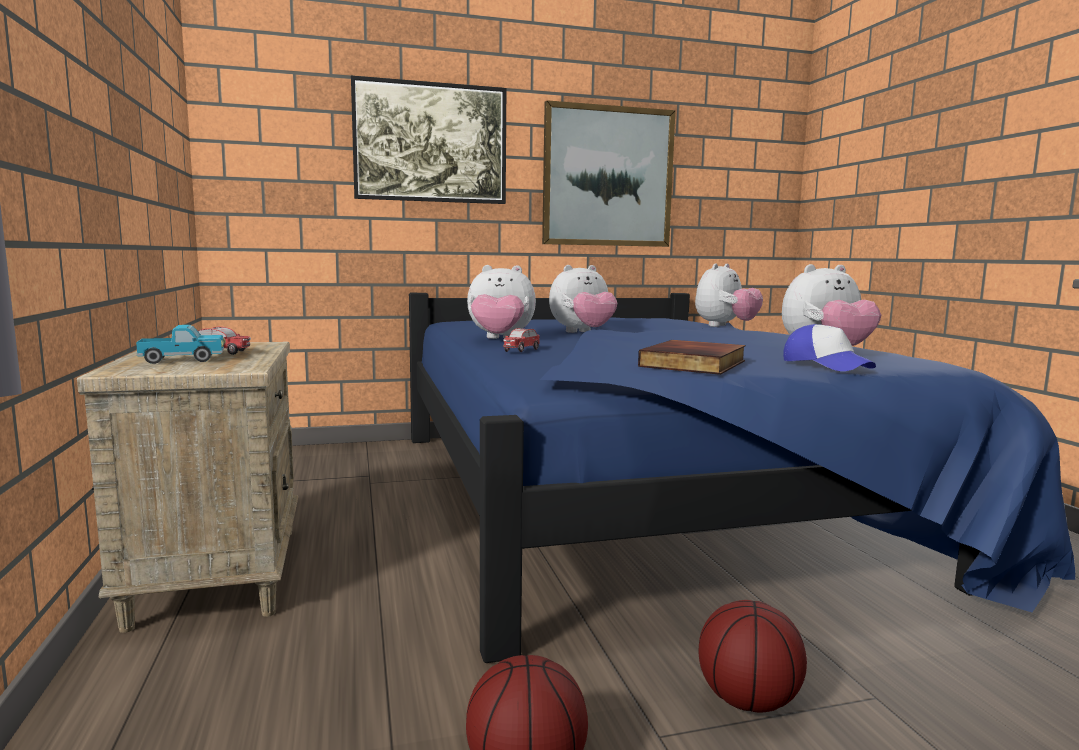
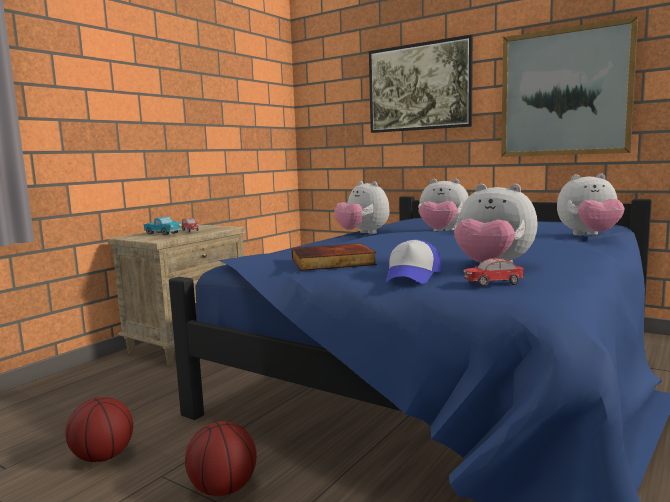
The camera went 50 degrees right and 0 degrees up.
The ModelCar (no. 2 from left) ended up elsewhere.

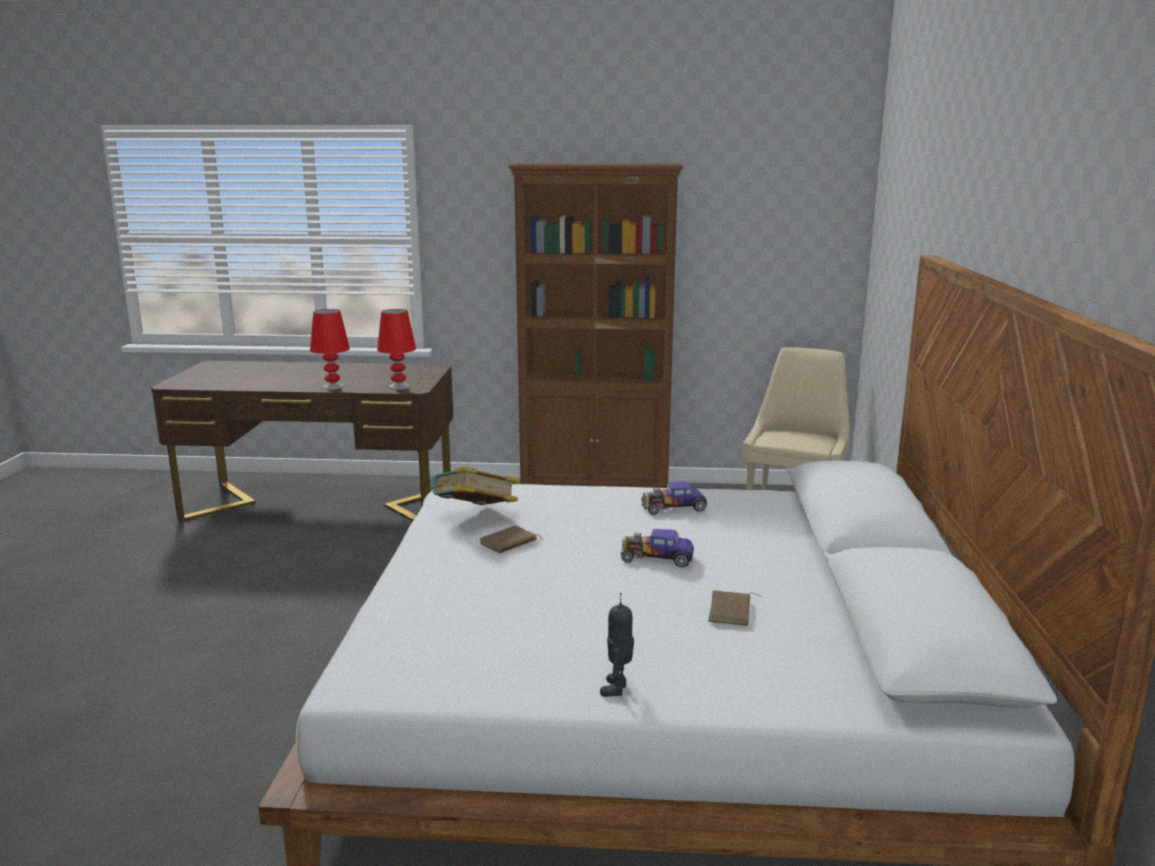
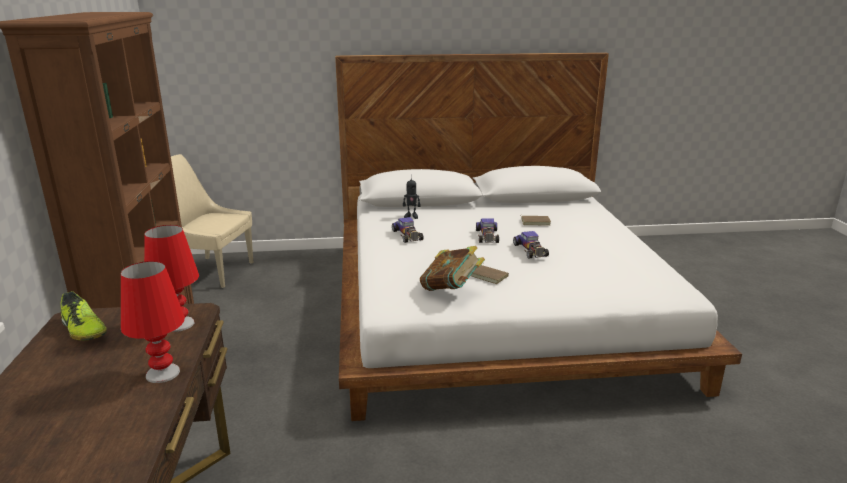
The camera went 100 degrees left and 5 degrees up.
The second view gained the LowShoe.
The second view gained the ModelCar (no. 3 from left).
The ModelRobot ended up elsewhere.

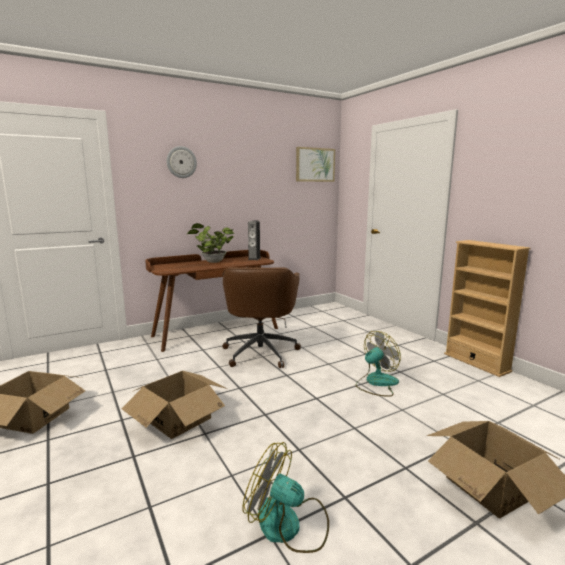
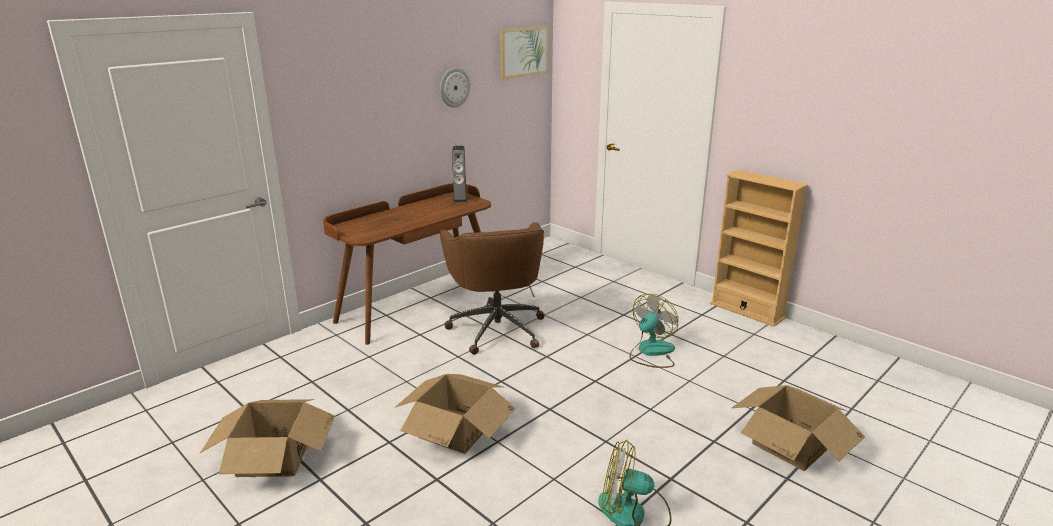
The camera went 15 degrees left and 10 degrees up.
The second view lost the Houseplant.
The WallClock ended up elsewhere.

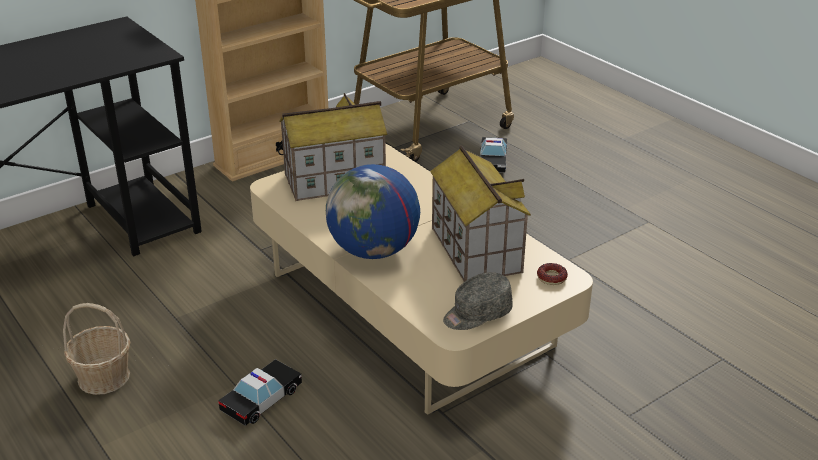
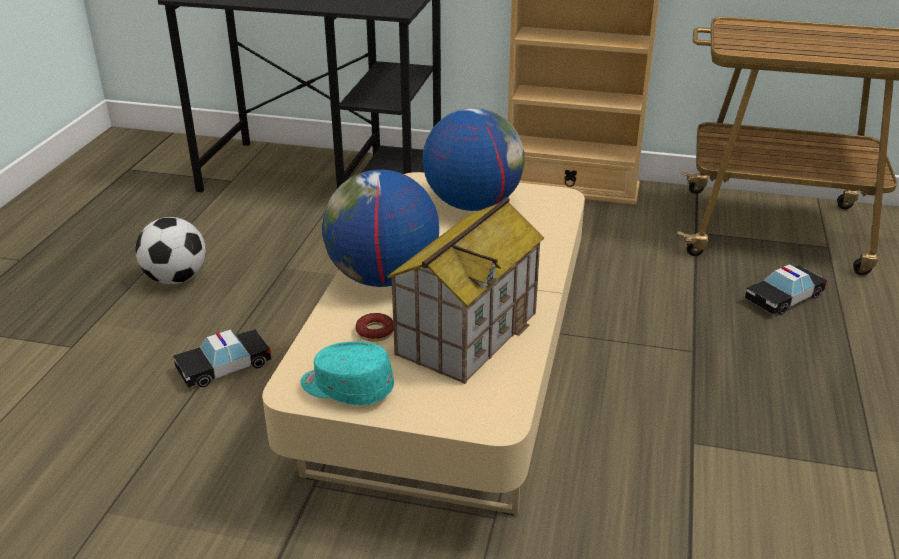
The camera went 50 degrees right and 0 degrees up.
The Donut ended up elsewhere.
Where the StorageBasket stood, the Football came to stand.
Where the ToyHouse (no. 1 from left) stood, the DeskGlobe (no. 2 from left) came to stand.
What was the GreyPeakedCap turned into the TurquoiseColouredPeakedCap.
The ModelCar (no. 1 from left) ended up facing another way, 150 degrees clockwise from before.

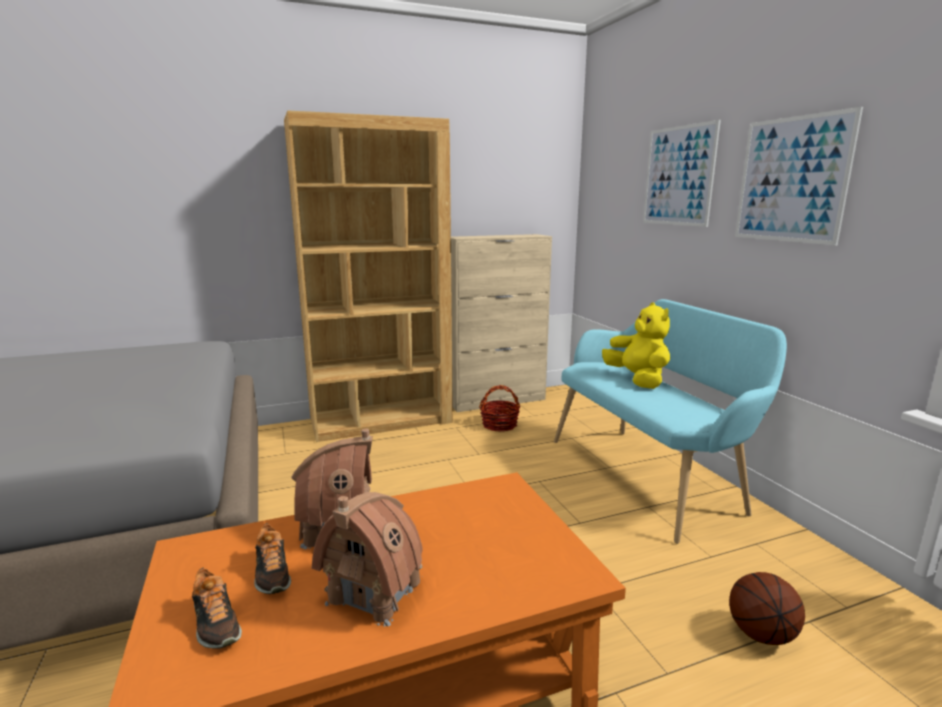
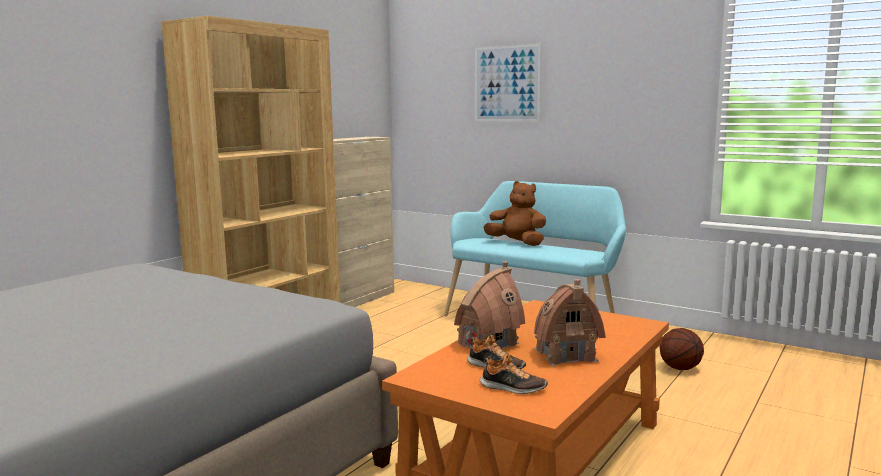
The camera went 35 degrees left and 5 degrees down.
The second view lost the StorageBasket.
The second view lost the WallArt (no. 2 from left).
What was the YellowColouredPlushToy turned into the BrownishPlushToy.

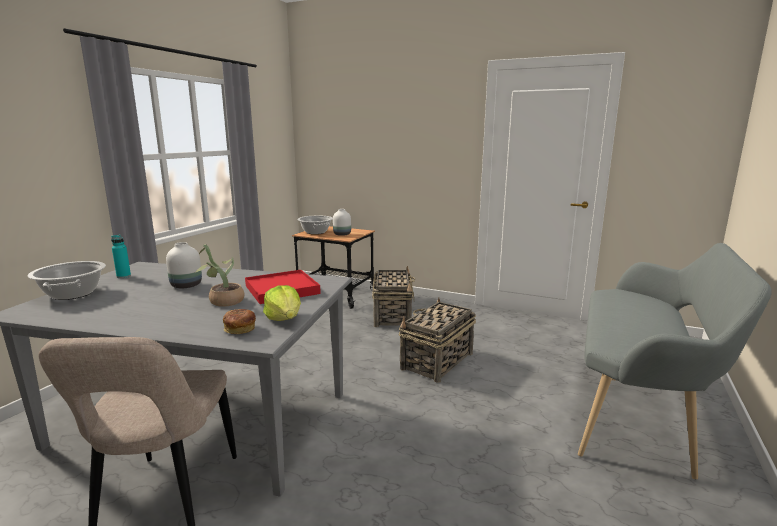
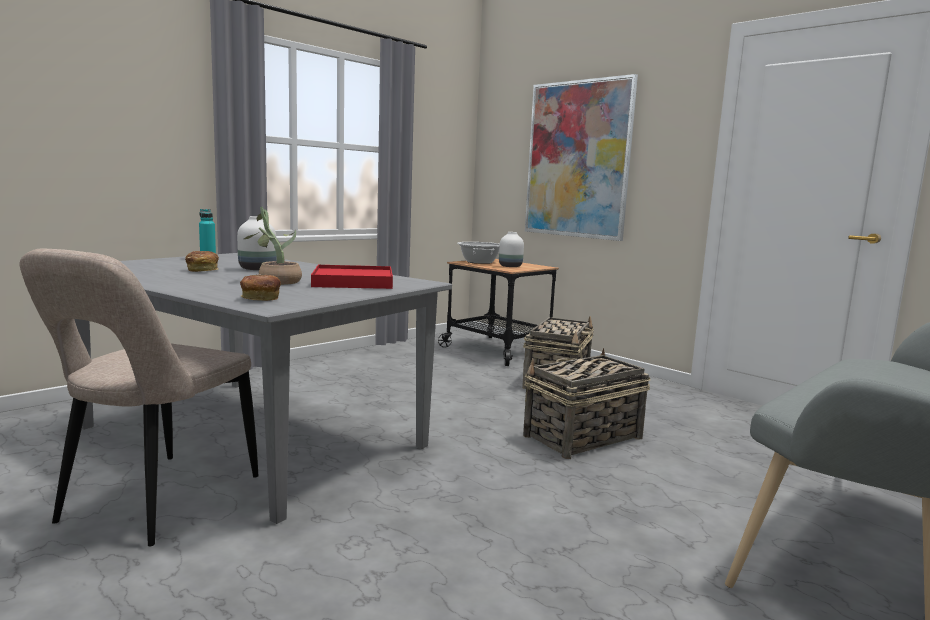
The camera went 20 degrees right and 5 degrees down.
The second view lost the CookingPot (no. 1 from left).
The second view lost the LettuceHead.
The second view gained the BakedBread (no. 1 from left).
The second view gained the WallArt.

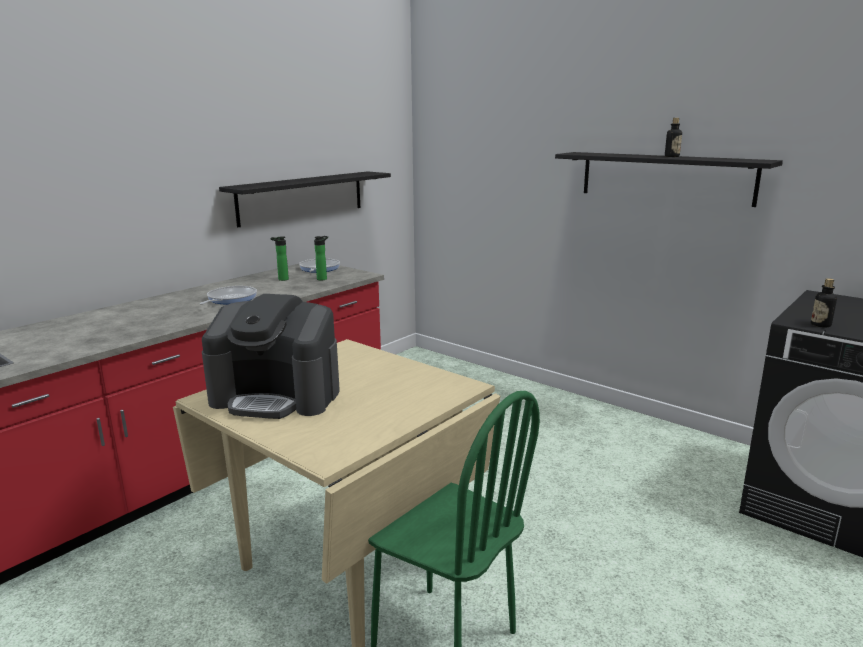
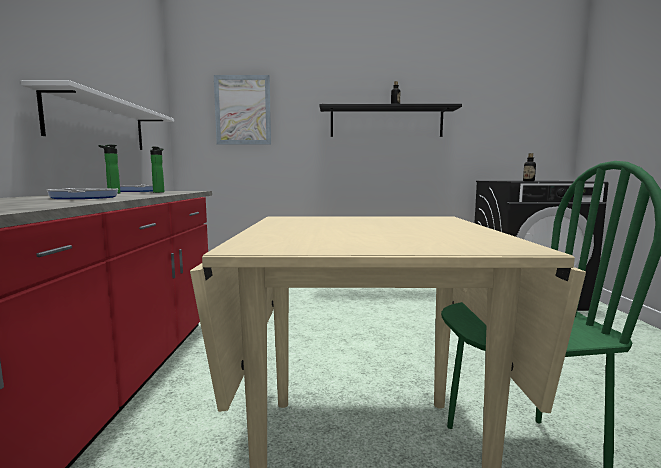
The camera went 40 degrees left and 10 degrees down.
The second view lost the CoffeeMaker.
The second view gained the WallArt.
What was the BlackBracketShelf (no. 1 from left) turned into the WhiteColouredBracketShelf.

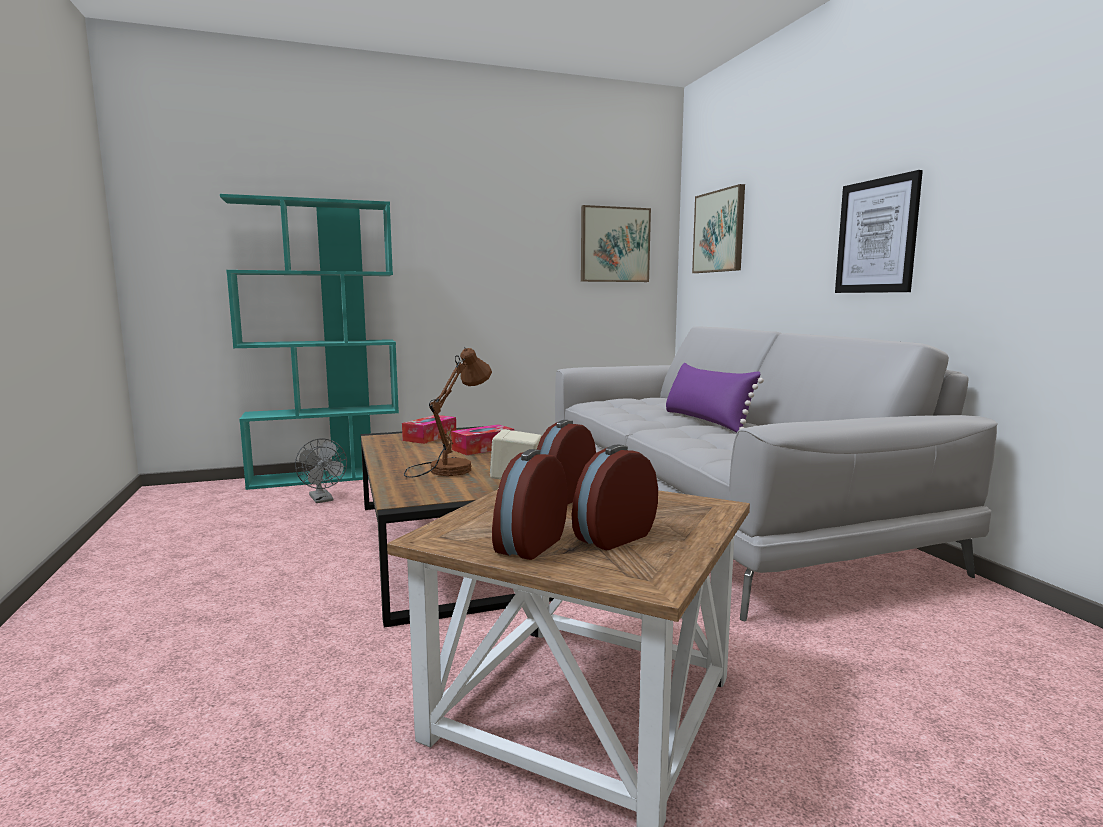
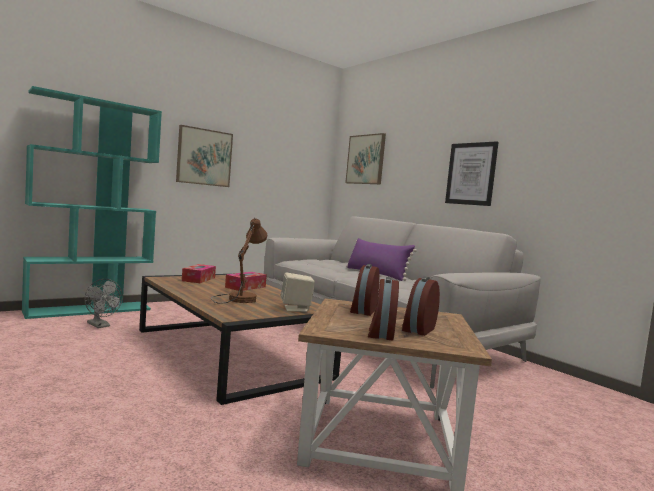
The camera went 20 degrees left and 5 degrees down.
The WallArt (no. 1 from left) ended up elsewhere.

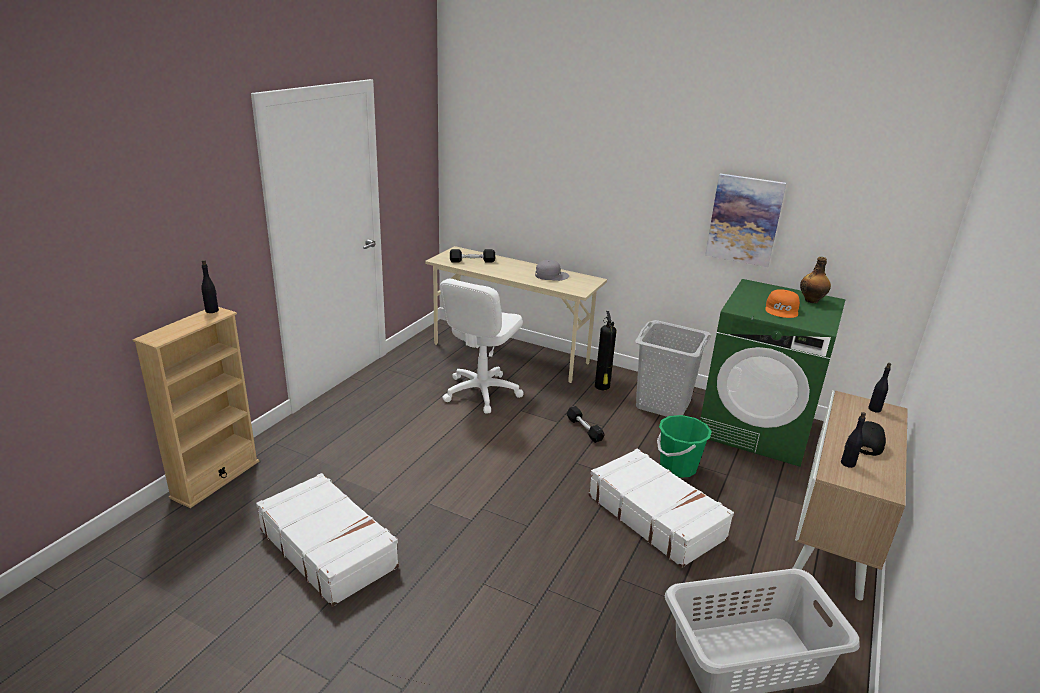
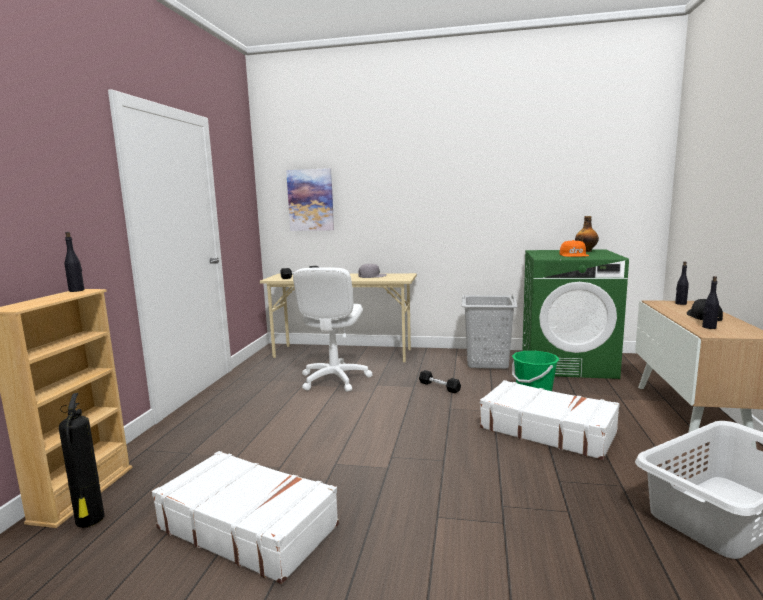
The camera went 15 degrees left and 15 degrees down.
The Extinguisher ended up elsewhere.
The WallArt ended up elsewhere.

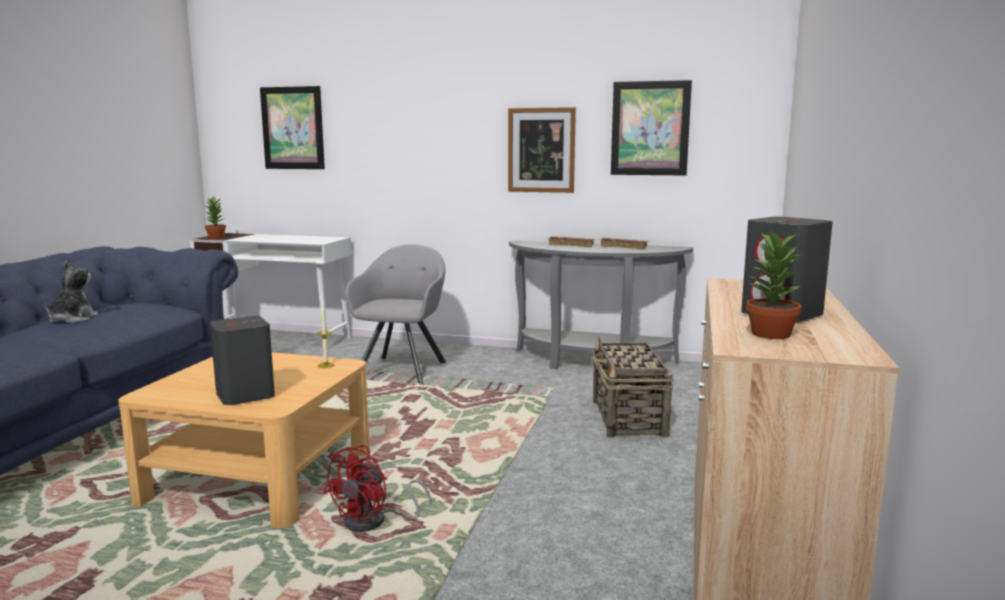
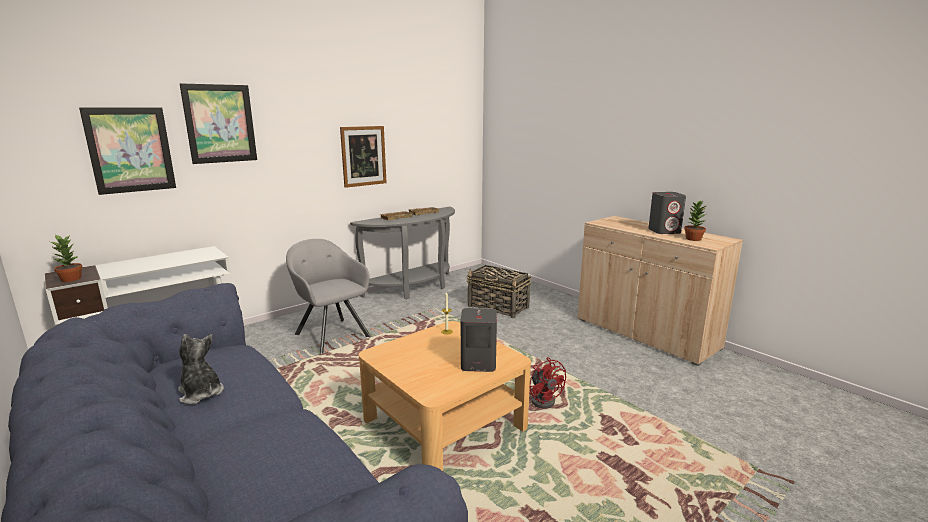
The camera went 55 degrees left and 5 degrees up.
The WallArt (no. 3 from left in the first image) ended up elsewhere.

